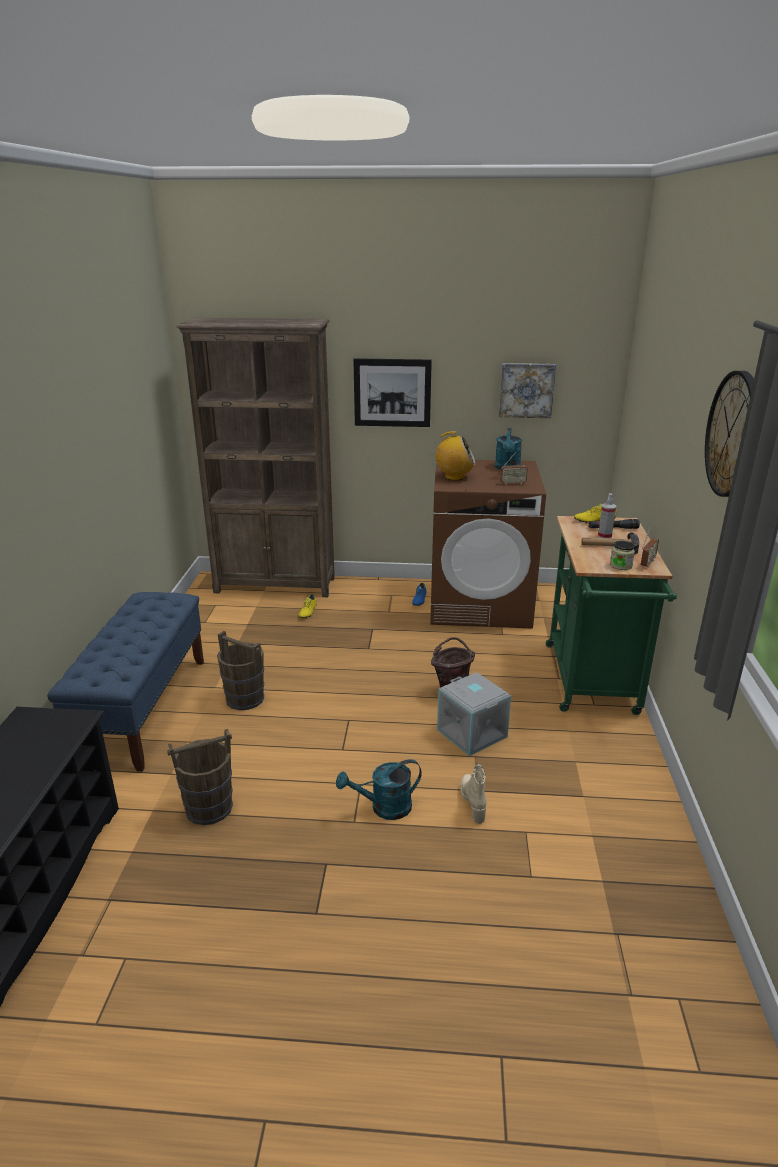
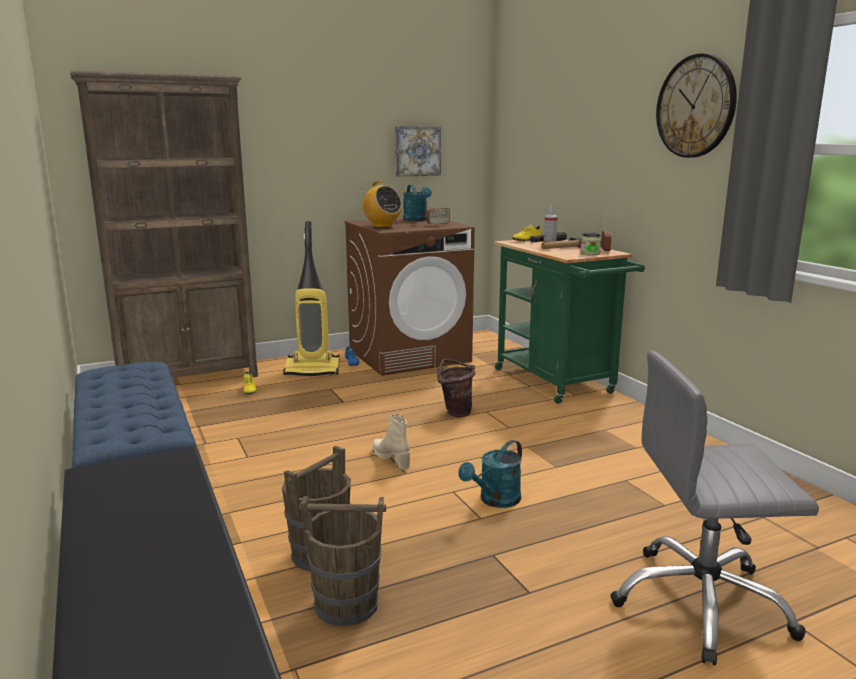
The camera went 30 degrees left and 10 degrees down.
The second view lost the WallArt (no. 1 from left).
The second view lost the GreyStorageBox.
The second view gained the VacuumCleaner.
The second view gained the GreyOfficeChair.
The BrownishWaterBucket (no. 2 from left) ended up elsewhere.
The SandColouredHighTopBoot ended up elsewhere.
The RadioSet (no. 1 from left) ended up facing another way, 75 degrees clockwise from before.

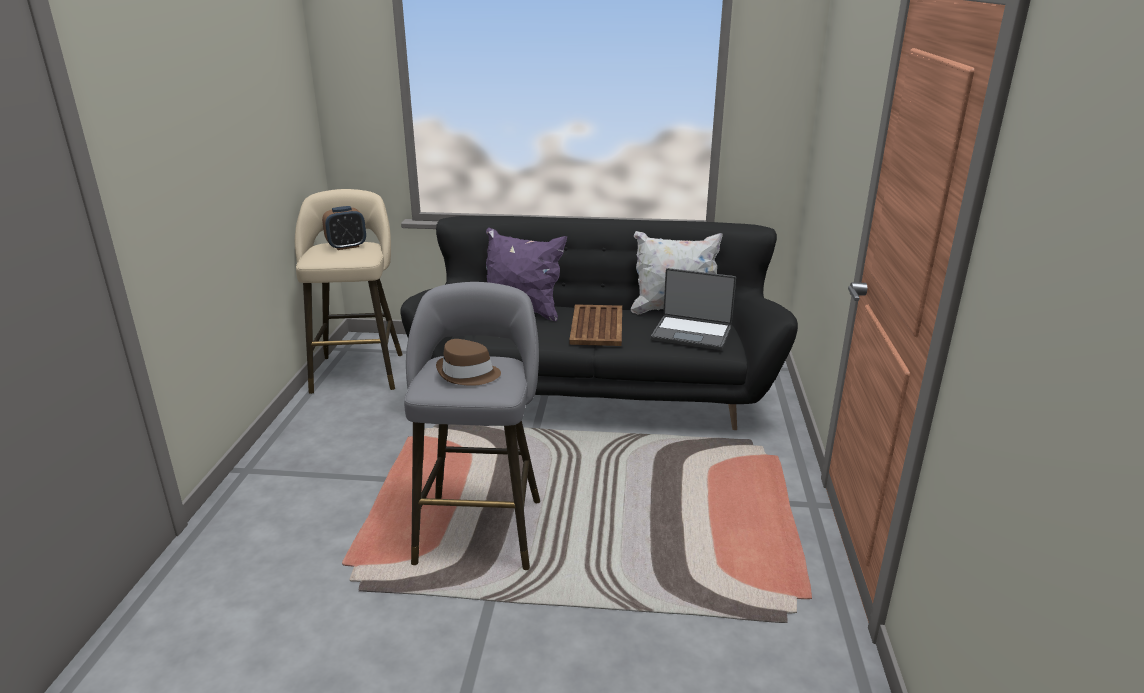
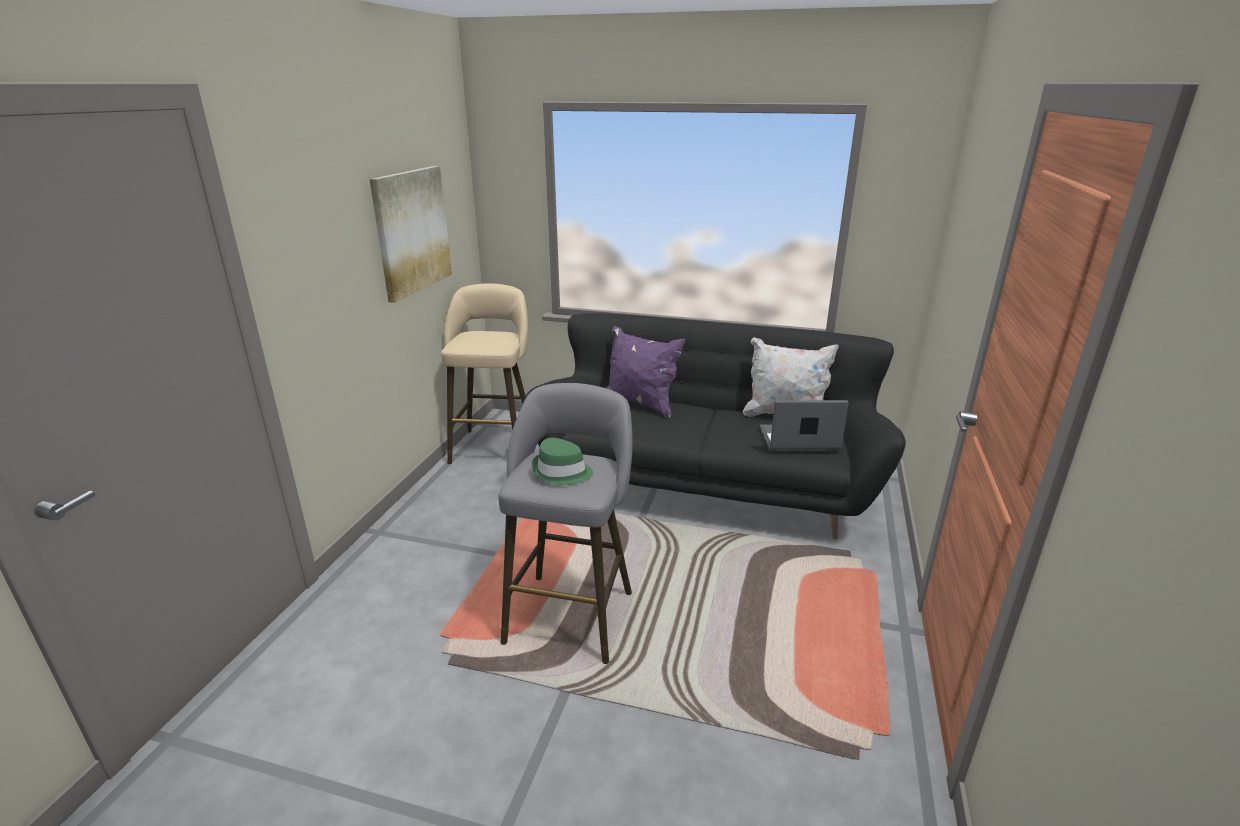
The camera went 10 degrees right and 0 degrees up.
The second view lost the BedsideClock.
The second view lost the BrownishTray.
The second view gained the WallArt.
What was the BrownishHat turned into the GreenColouredHat.
The PortableComputer ended up facing another way, 150 degrees clockwise from before.

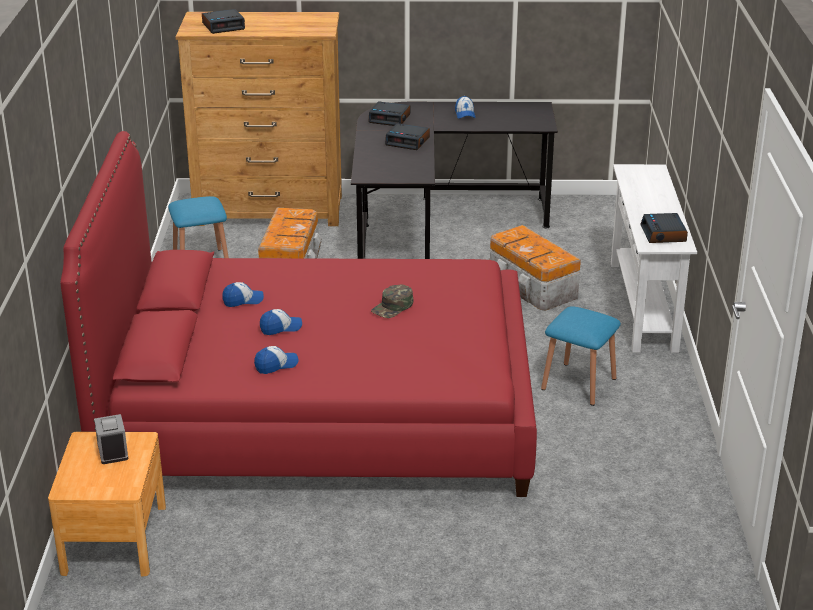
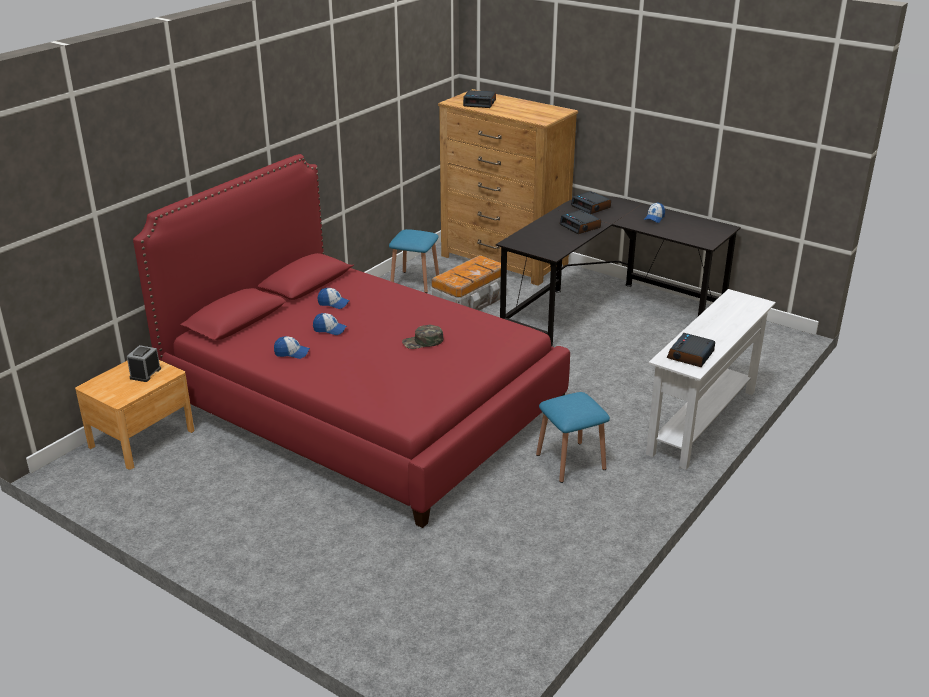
The camera went 35 degrees right and 0 degrees up.
The second view lost the StorageBox (no. 2 from left).

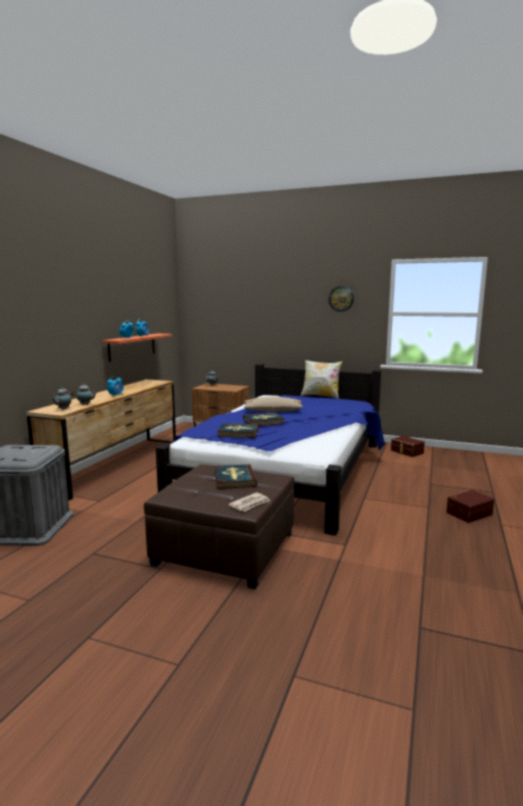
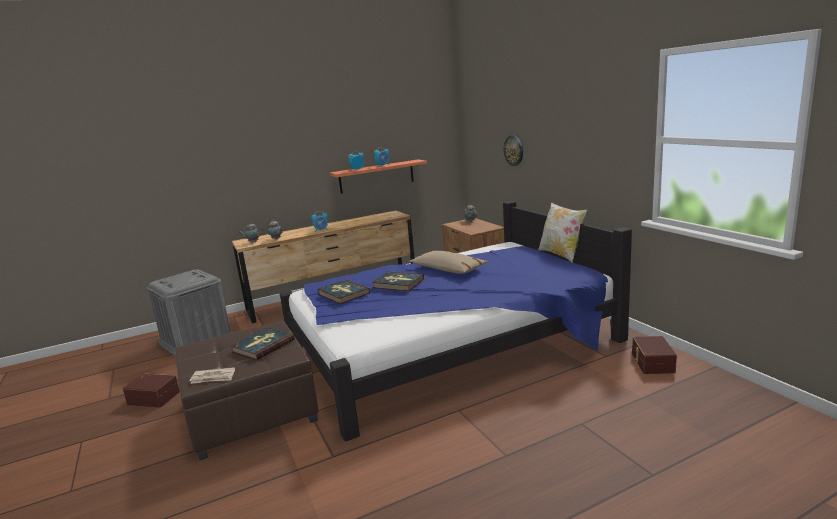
The camera went 45 degrees right and 5 degrees up.
The WallClock ended up elsewhere.
The BrownishStorageBox (no. 2 from left in the first image) ended up elsewhere.

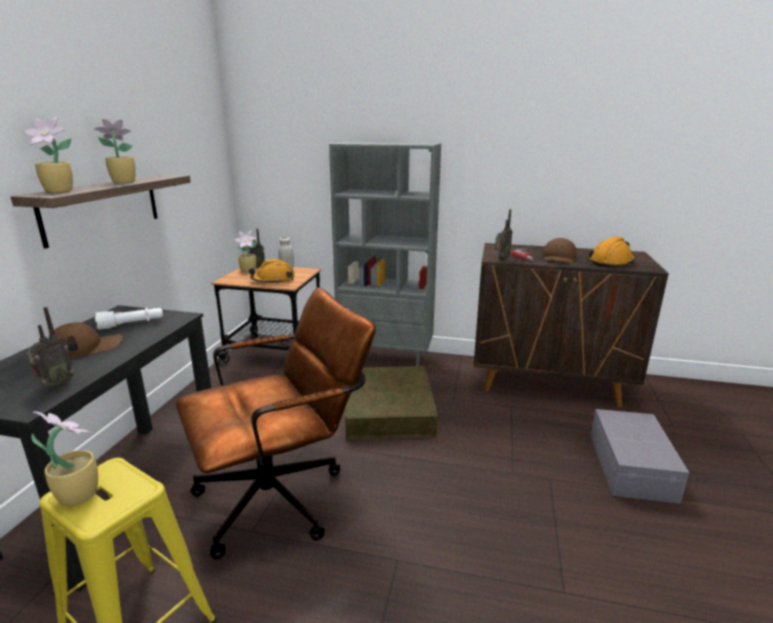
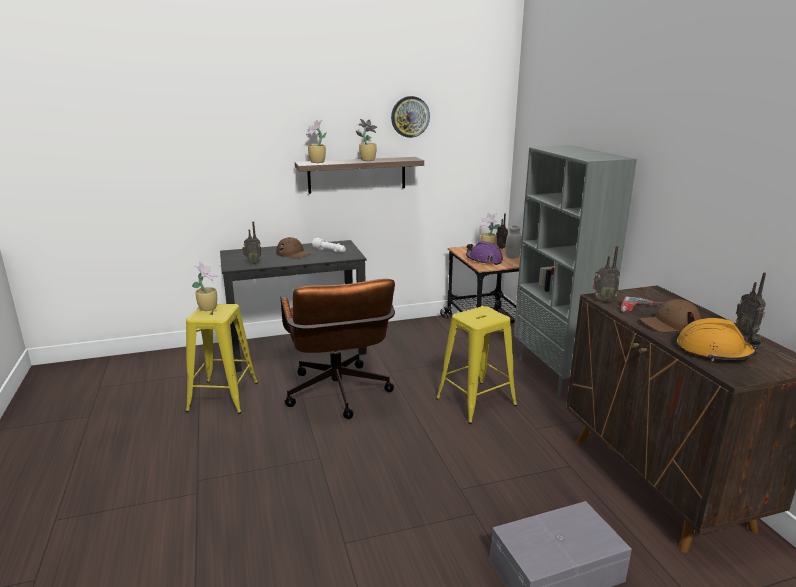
The camera went 60 degrees right and 0 degrees up.
The second view gained the WallClock.
The second view gained the RadioSet (no. 4 from left).
Where the BrownishStorageBox stood, the YellowColouredStool (no. 2 from left) came to stand.
What was the OrangeColouredWorkHelmet (no. 1 from left) turned into the PurpleWorkHelmet.
The BrownishOfficeChair ended up facing another way, 45 degrees clockwise from before.

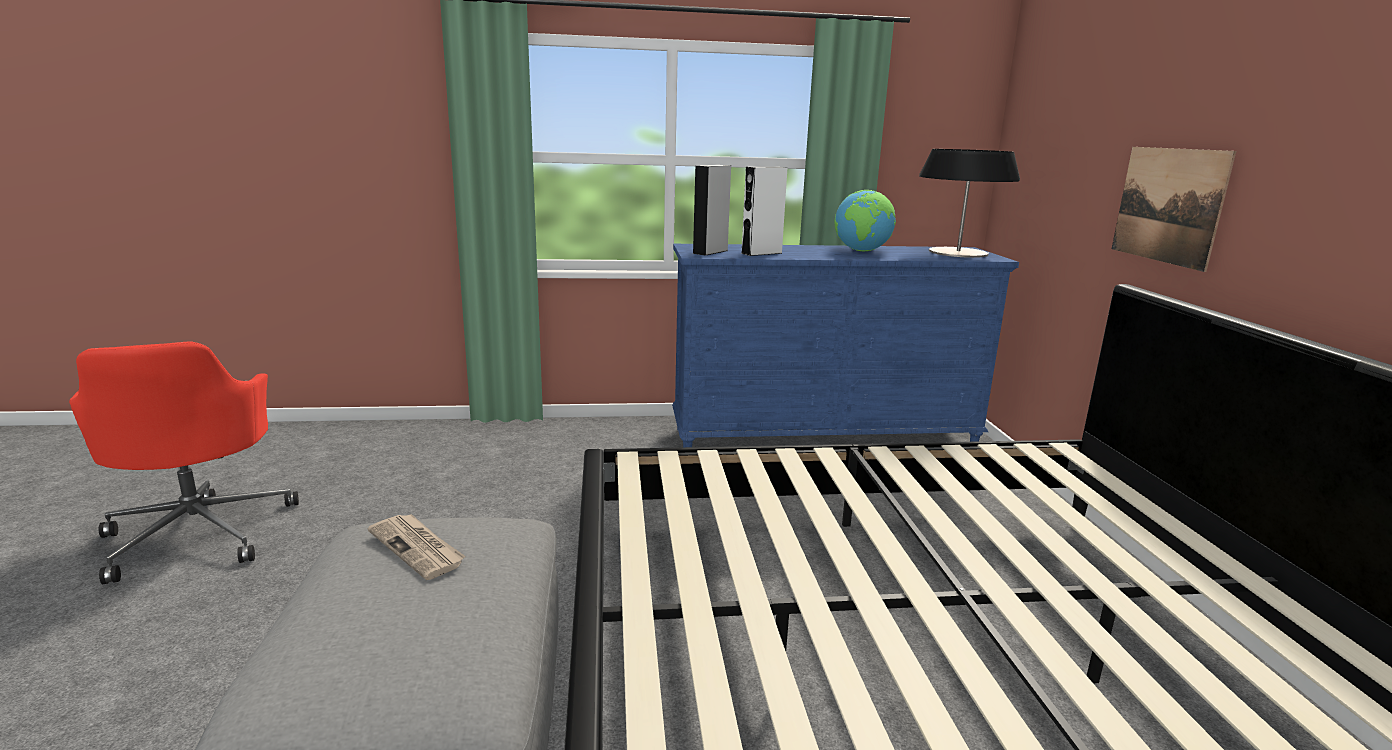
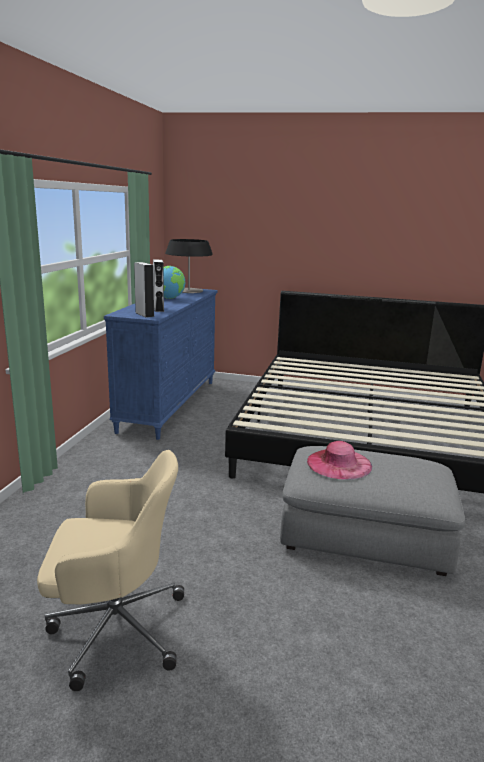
The camera went 70 degrees left and 0 degrees up.
The second view lost the WallArt.
Where the DailyPaper stood, the PinkColouredHat came to stand.
What was the RedOfficeChair turned into the SandColouredOfficeChair.

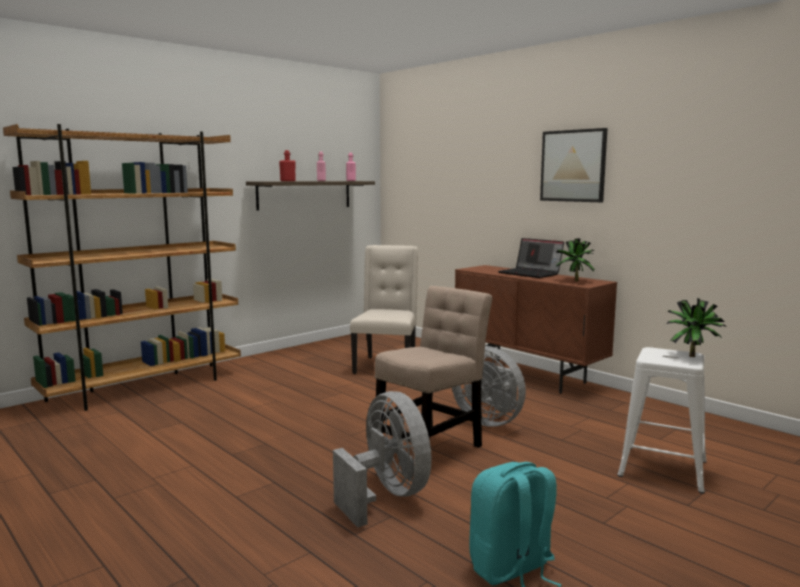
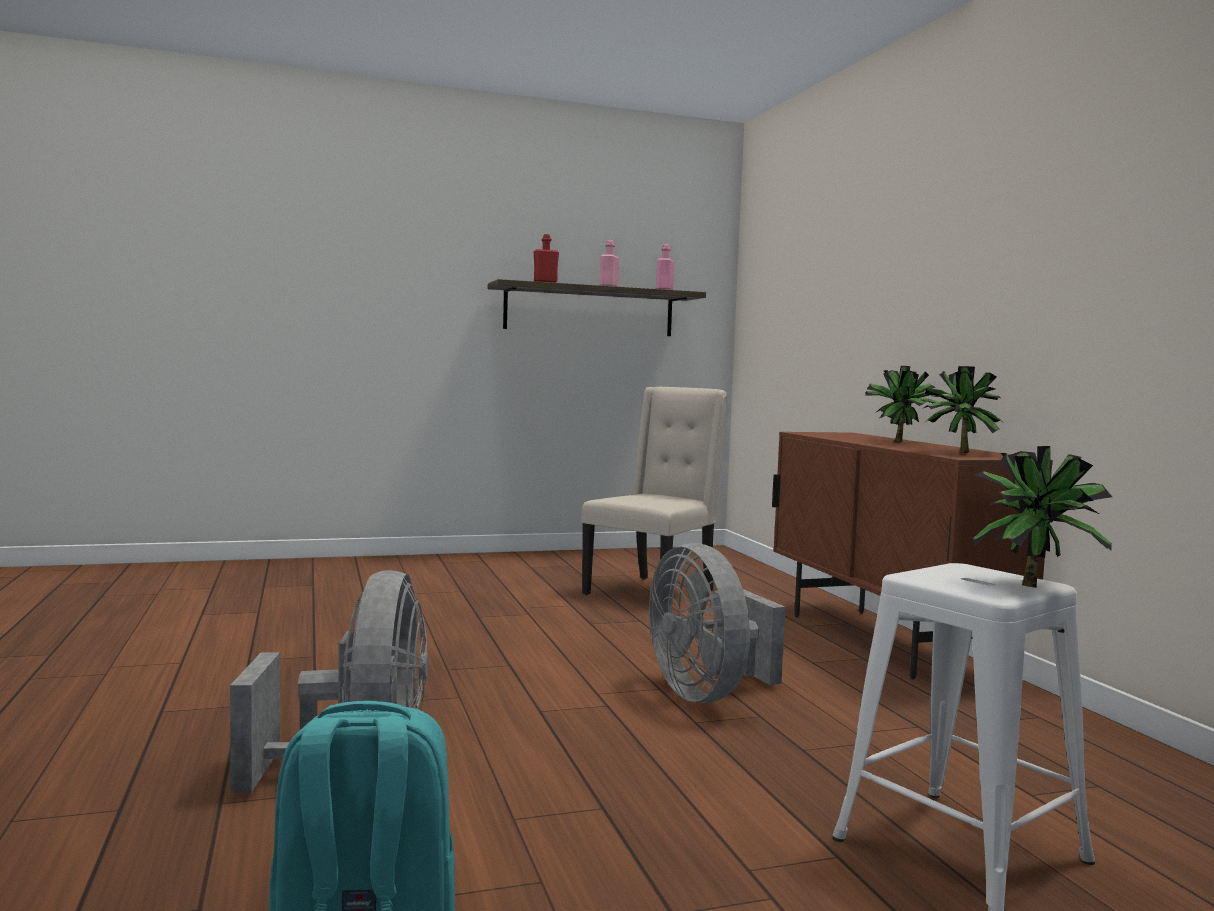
The camera went 25 degrees right and 5 degrees down.
The second view lost the BrownishShelvingUnit.
The second view lost the SandColouredPlainChair (no. 2 from left).
The second view lost the WallArt.
Where the PortableComputer stood, the Houseplant (no. 1 from left) came to stand.

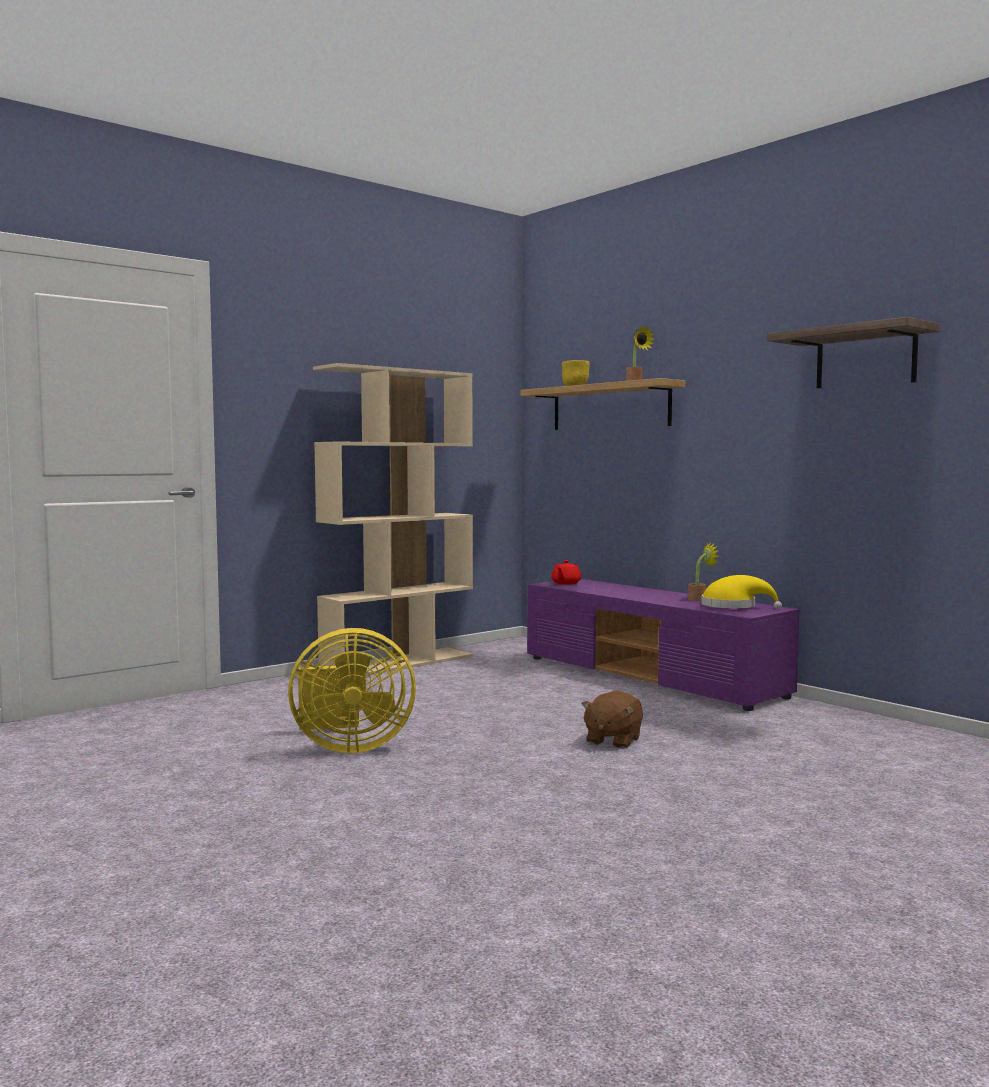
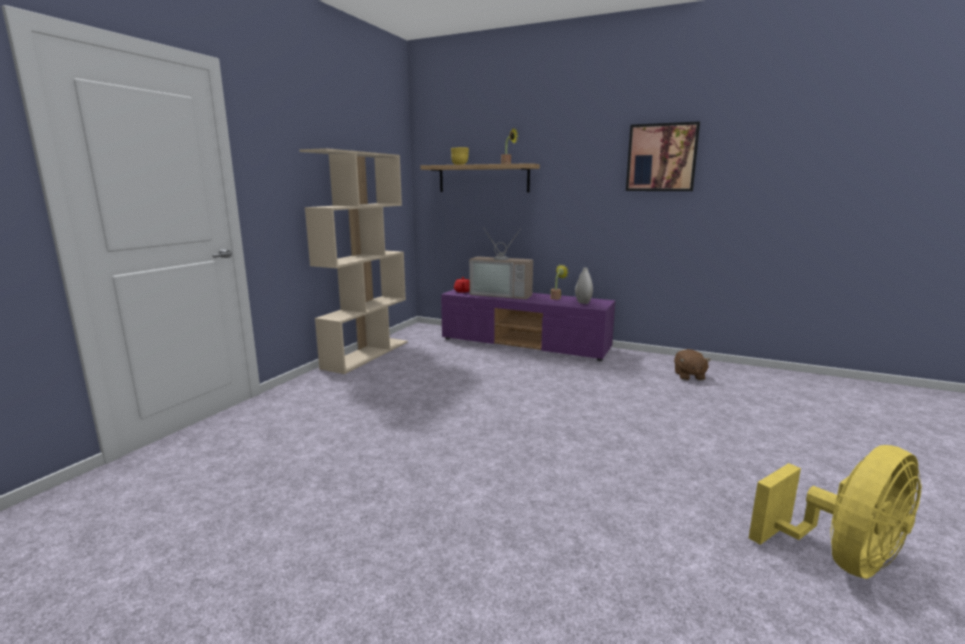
The camera went 25 degrees left and 10 degrees up.
The second view gained the Television.
The YellowColouredCoolingFan ended up elsewhere.
The BrownishPlushToy ended up elsewhere.
Where the YellowColouredHat stood, the WhiteColouredFlowerVase came to stand.
Where the BracketShelf (no. 2 from left) hung, the WallArt came to hang.

